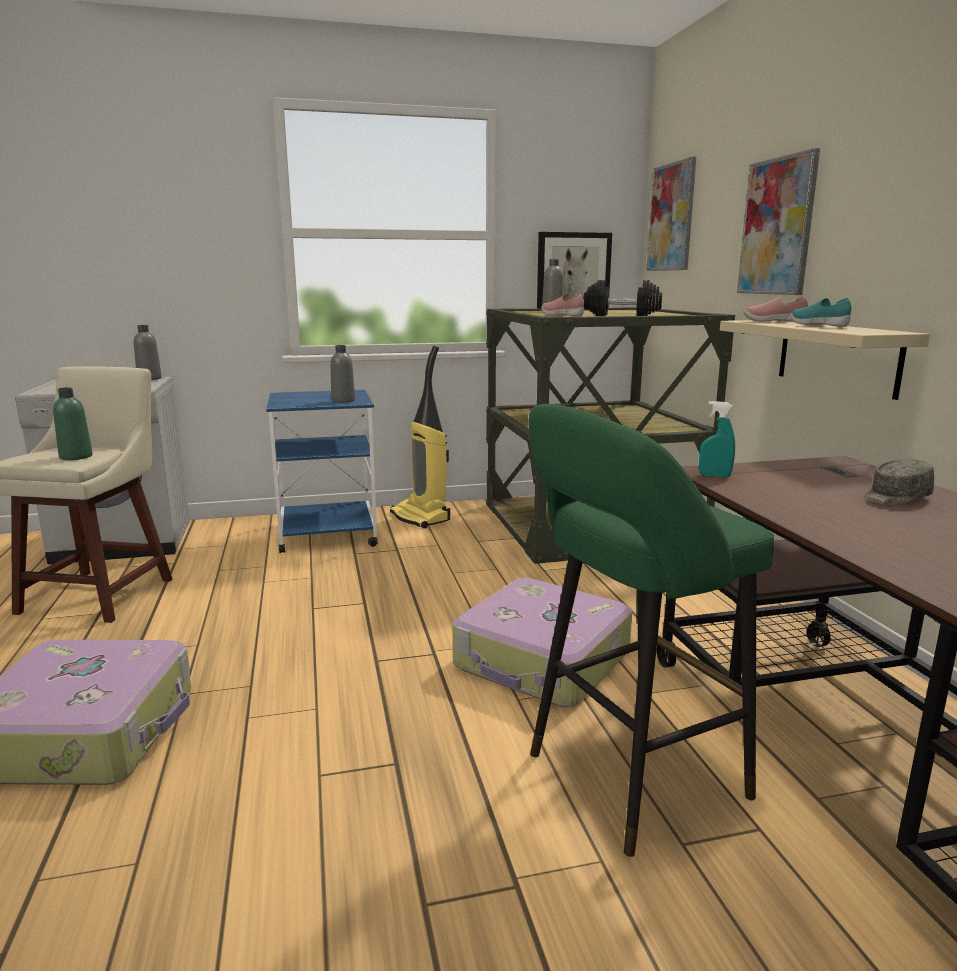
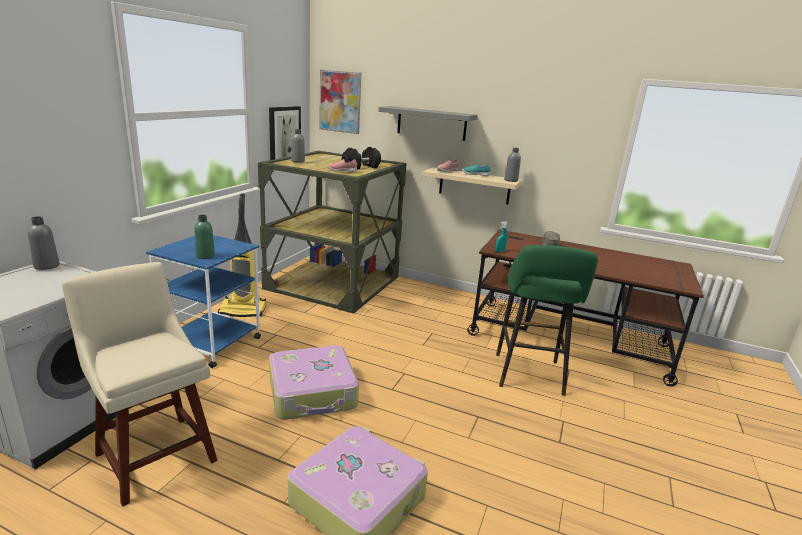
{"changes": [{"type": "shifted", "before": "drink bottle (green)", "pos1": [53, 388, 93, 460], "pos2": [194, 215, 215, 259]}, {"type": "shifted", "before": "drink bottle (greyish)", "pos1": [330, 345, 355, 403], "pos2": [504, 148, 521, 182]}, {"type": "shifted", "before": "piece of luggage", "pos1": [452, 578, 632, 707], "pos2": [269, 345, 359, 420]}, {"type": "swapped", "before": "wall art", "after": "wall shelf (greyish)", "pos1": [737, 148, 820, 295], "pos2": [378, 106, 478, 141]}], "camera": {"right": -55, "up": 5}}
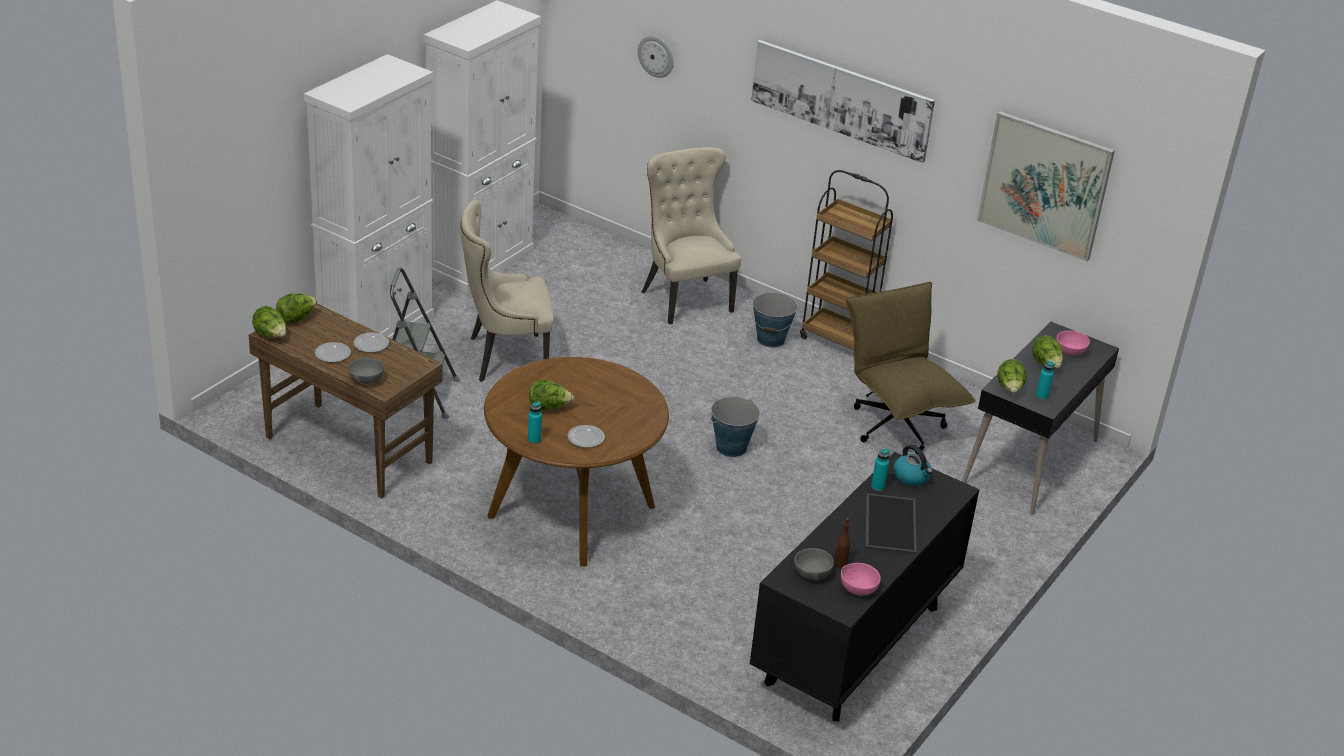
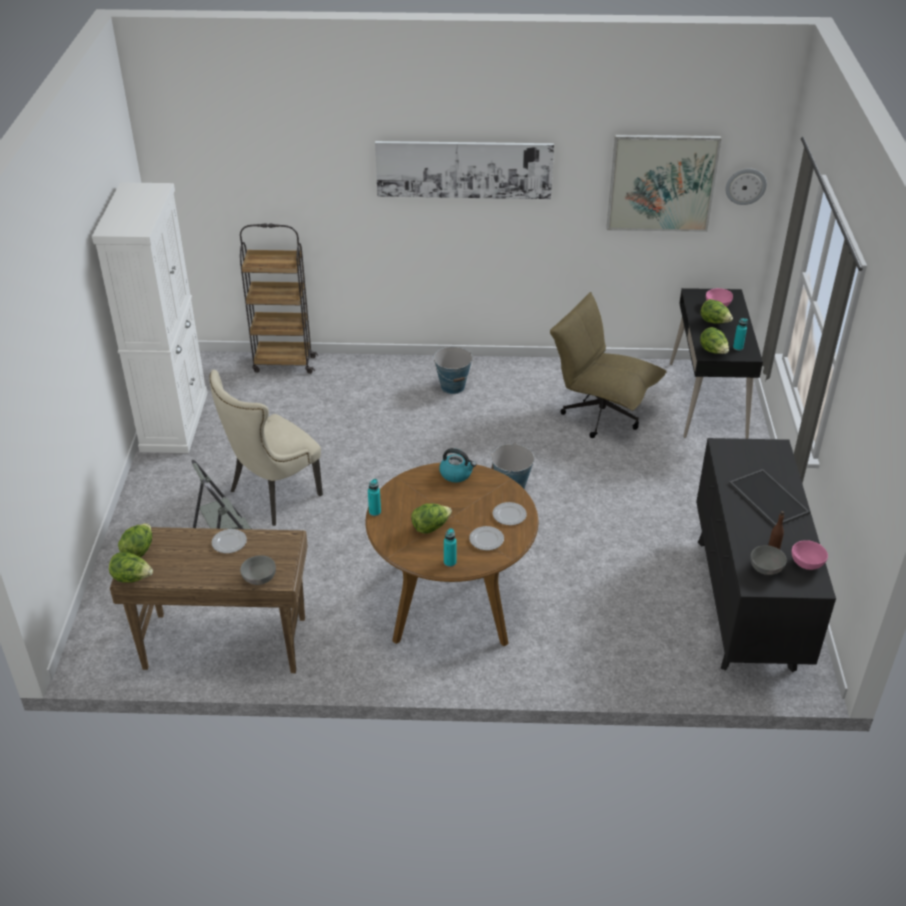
{"changes": [{"type": "gone", "before": "cabinet (white-coloured)", "pos1": [304, 54, 434, 339]}, {"type": "shifted", "before": "plate", "pos1": [315, 342, 351, 362], "pos2": [493, 502, 527, 525]}, {"type": "shifted", "before": "wall clock", "pos1": [638, 36, 674, 78], "pos2": [725, 169, 767, 205]}, {"type": "gone", "before": "plain chair (beige-coloured)", "pos1": [641, 147, 742, 324]}, {"type": "shifted", "before": "cart (brown)", "pos1": [800, 170, 893, 350], "pos2": [240, 223, 318, 374]}, {"type": "shifted", "before": "drink bottle (turquoise-coloured)", "pos1": [871, 449, 890, 491], "pos2": [368, 479, 381, 516]}, {"type": "shifted", "before": "kettle", "pos1": [893, 444, 933, 486], "pos2": [439, 448, 476, 482]}], "camera": {"right": -30, "up": 5}}
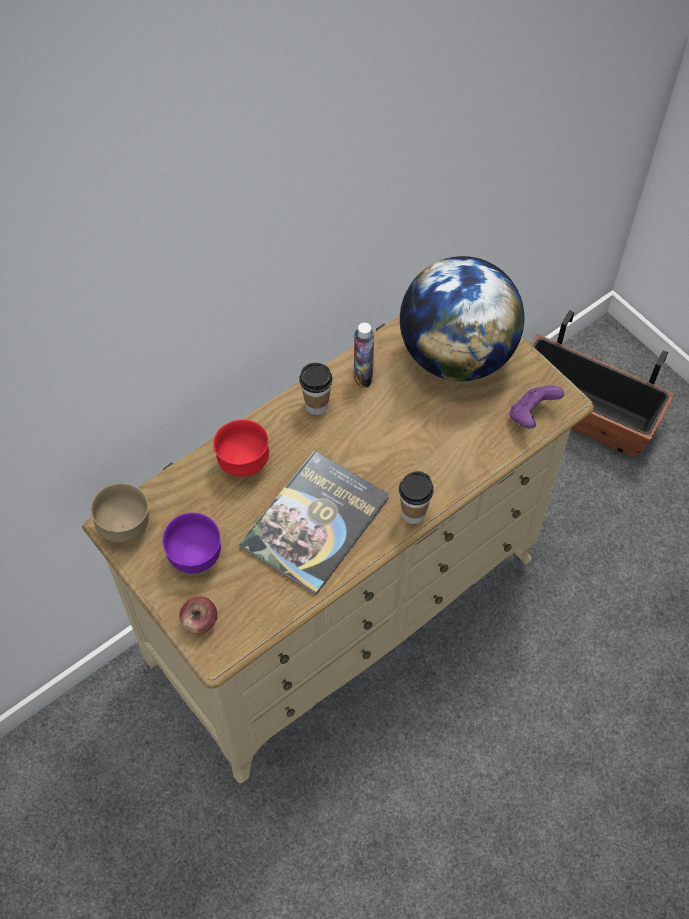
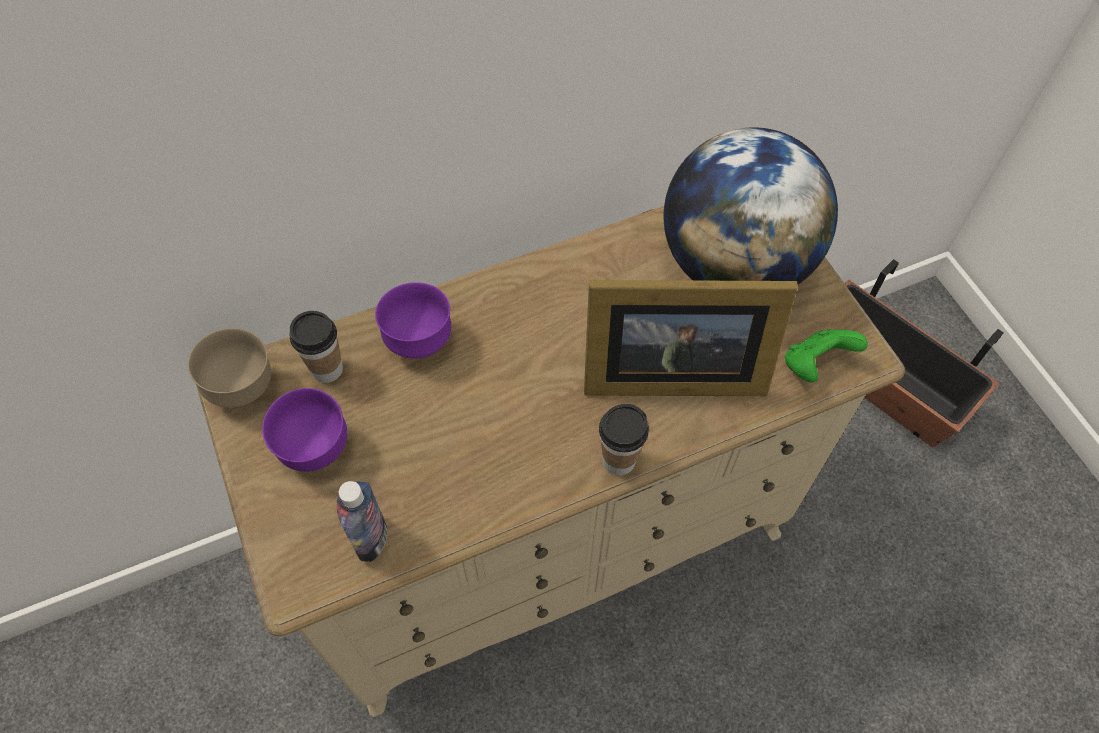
{"changes": [{"type": "gone", "before": "whole apple", "pos1": [179, 597, 218, 634]}, {"type": "repainted", "before": "bowl (red)", "after": "bowl (purplish)", "pos1": [213, 419, 269, 477], "pos2": [375, 282, 451, 359]}, {"type": "gone", "before": "volume", "pos1": [239, 450, 390, 595]}, {"type": "shifted", "before": "cup", "pos1": [300, 363, 332, 415], "pos2": [289, 311, 343, 383]}, {"type": "shifted", "before": "drink bottle", "pos1": [354, 323, 374, 388], "pos2": [337, 481, 388, 562]}, {"type": "repainted", "before": "game controller (purplish)", "after": "game controller (green)", "pos1": [509, 385, 564, 429], "pos2": [785, 329, 868, 383]}, {"type": "new", "after": "standing frame", "pos2": [584, 280, 798, 396]}], "camera": {"right": 15, "up": 0}}
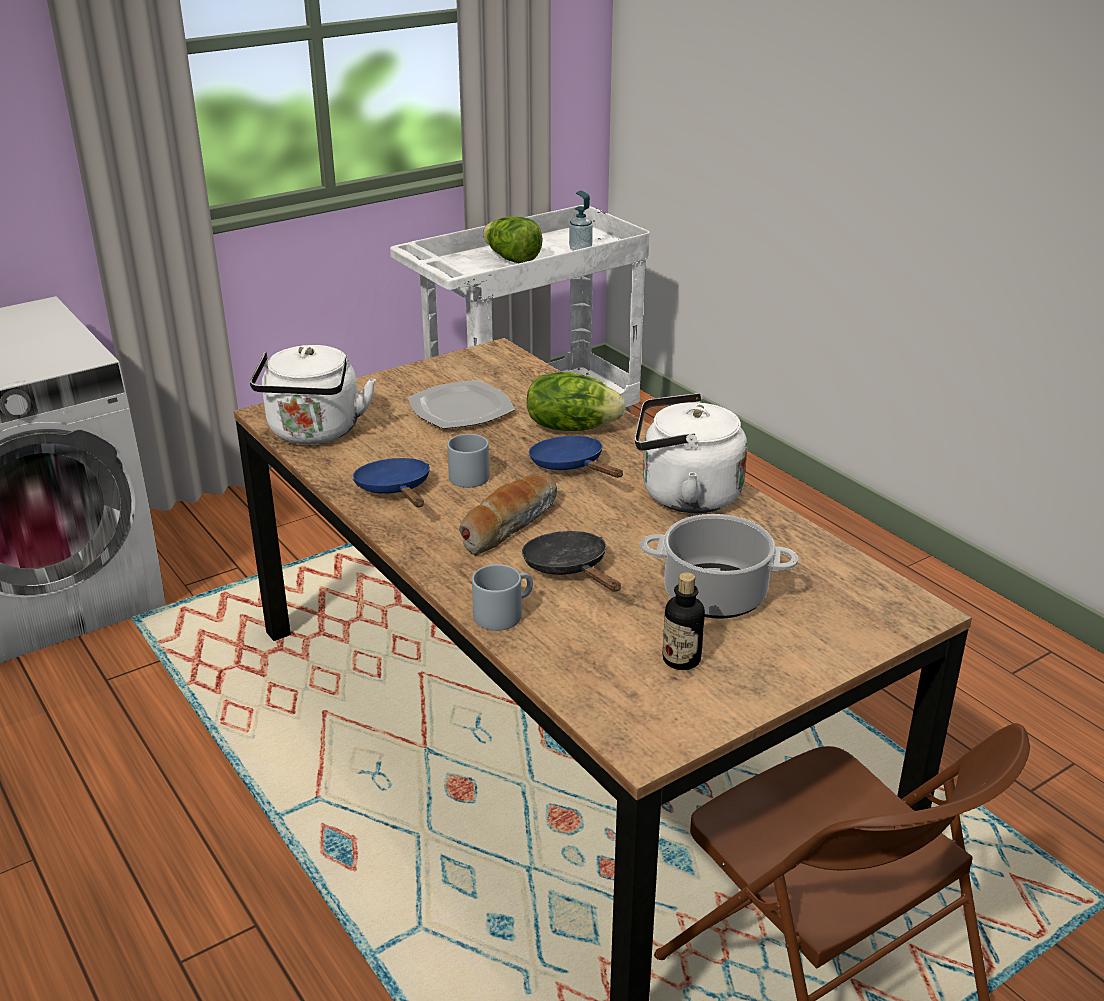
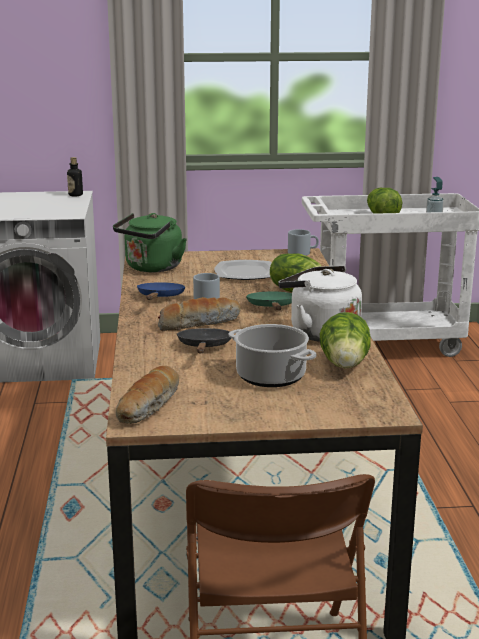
{"changes": [{"type": "repainted", "before": "kettle (white-coloured)", "after": "kettle (green)", "pos1": [250, 345, 376, 444], "pos2": [113, 213, 187, 272]}, {"type": "shifted", "before": "mug (greyish)", "pos1": [472, 564, 533, 631], "pos2": [288, 229, 319, 256]}, {"type": "repainted", "before": "frying pan (blue-coloured)", "after": "frying pan (green)", "pos1": [529, 436, 623, 478], "pos2": [246, 291, 292, 310]}, {"type": "shifted", "before": "drink bottle", "pos1": [663, 572, 705, 670], "pos2": [67, 157, 83, 196]}, {"type": "new", "after": "bakery bread", "pos2": [116, 366, 179, 424]}, {"type": "new", "after": "head of lettuce", "pos2": [320, 312, 371, 369]}], "camera": {"right": 30, "up": -10}}
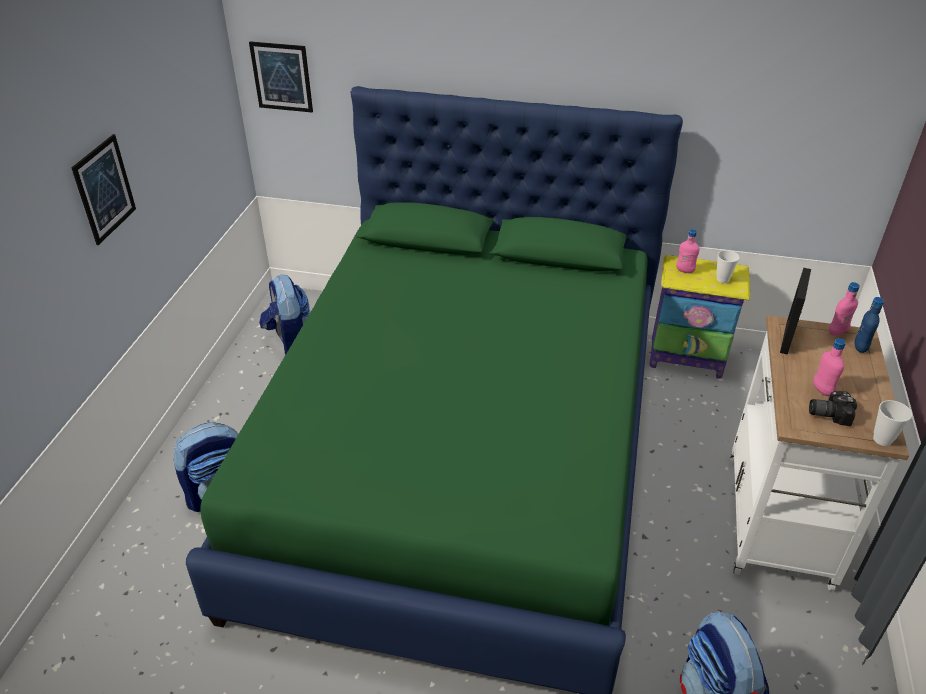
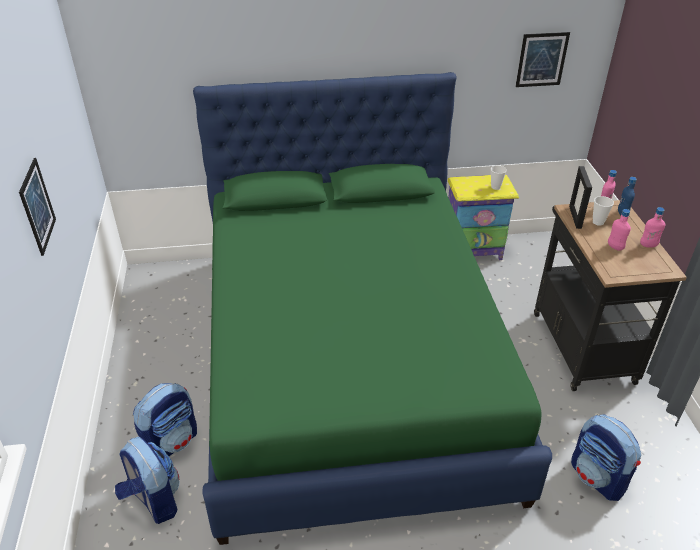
{"changes": [{"type": "shifted", "before": "wall art", "pos1": [249, 41, 313, 112], "pos2": [515, 32, 570, 87]}, {"type": "shifted", "before": "backpack", "pos1": [259, 275, 311, 355], "pos2": [115, 437, 180, 524]}, {"type": "shifted", "before": "drink bottle (pink)", "pos1": [676, 229, 700, 273], "pos2": [640, 207, 665, 248]}, {"type": "repainted", "before": "cart (white-coloured)", "after": "cart (black)", "pos1": [731, 316, 909, 591], "pos2": [534, 200, 687, 391]}, {"type": "gone", "before": "still camera", "pos1": [809, 391, 857, 426]}, {"type": "shifted", "before": "cup", "pos1": [873, 400, 912, 446], "pos2": [593, 196, 614, 226]}], "camera": {"right": -20, "up": 0}}
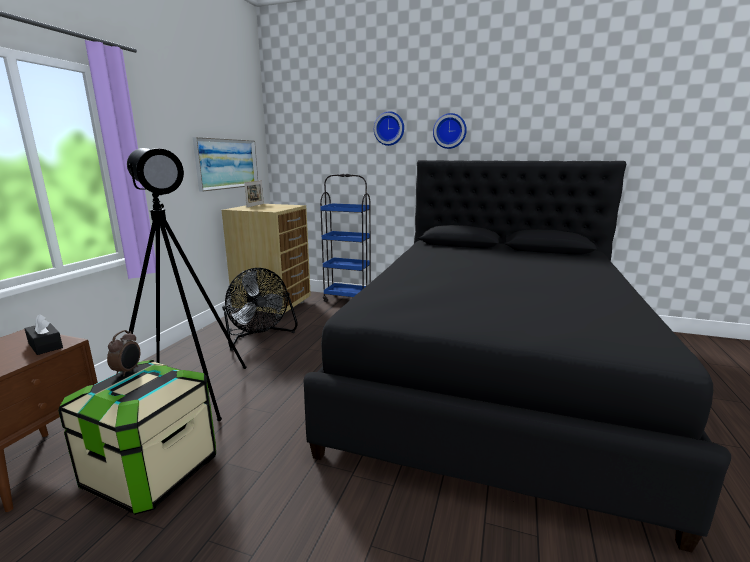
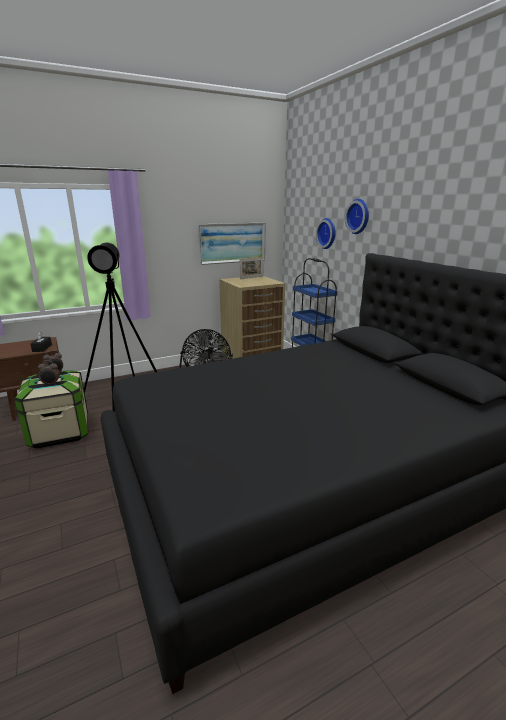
{"changes": [{"type": "shifted", "before": "wall clock", "pos1": [433, 113, 467, 149], "pos2": [316, 218, 336, 249]}, {"type": "new", "after": "table clock", "pos2": [38, 360, 60, 385]}], "camera": {"right": 45, "up": 5}}
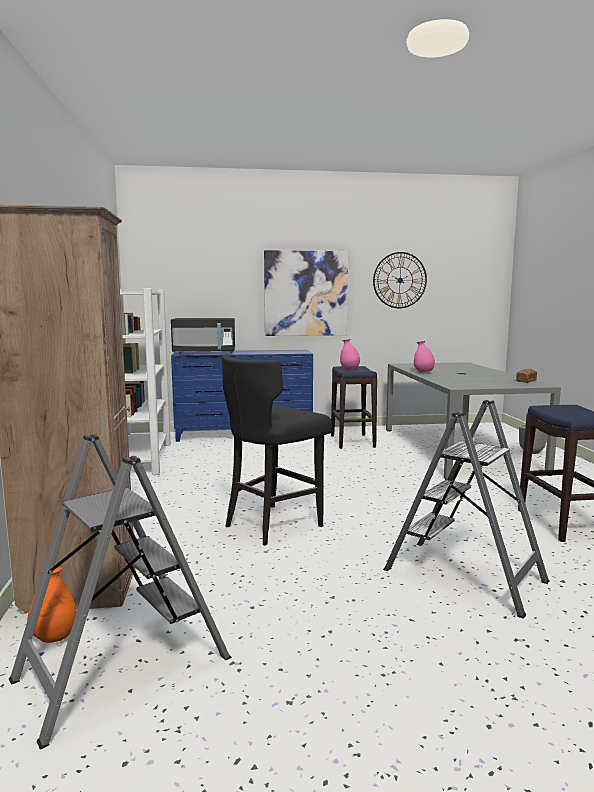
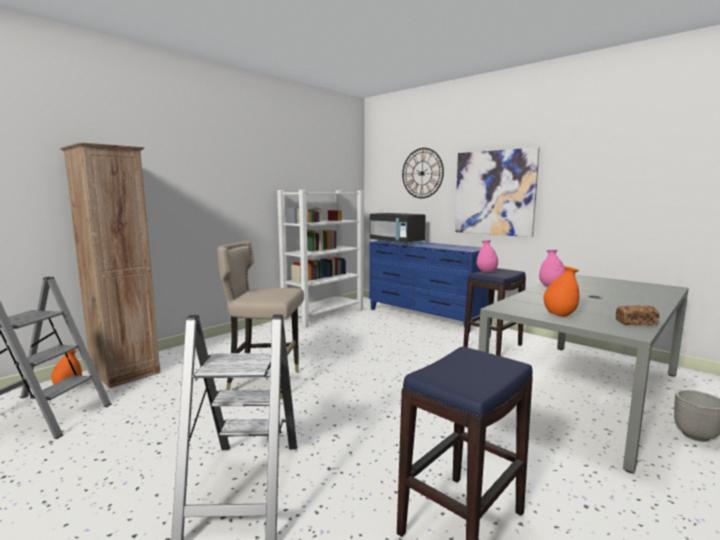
{"changes": [{"type": "repainted", "before": "sitting stool (black)", "after": "sitting stool (beige-coloured)", "pos1": [222, 354, 332, 545], "pos2": [217, 241, 304, 399]}, {"type": "shifted", "before": "wall clock", "pos1": [373, 252, 427, 308], "pos2": [402, 148, 444, 198]}, {"type": "new", "after": "vase (orangey)", "pos2": [544, 266, 579, 317]}], "camera": {"right": 50, "up": 0}}
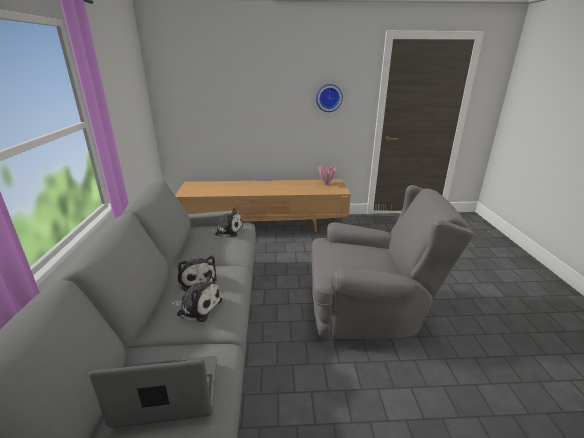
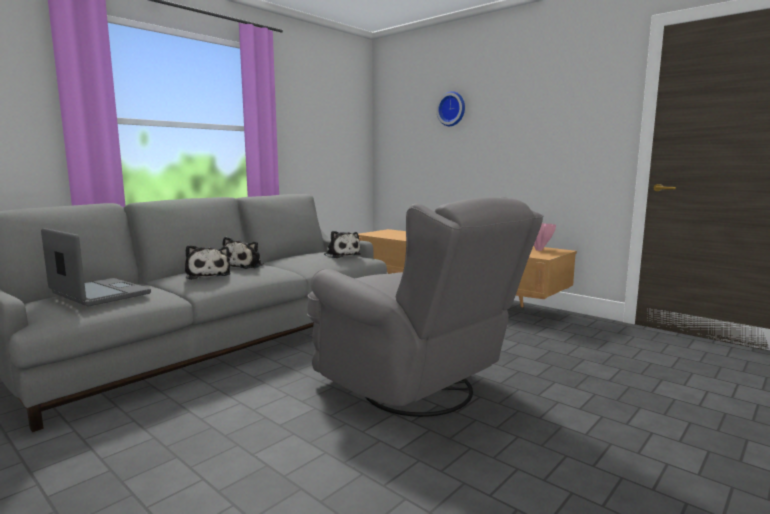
{"changes": [{"type": "shifted", "before": "wall clock", "pos1": [316, 84, 343, 112], "pos2": [436, 91, 465, 126]}], "camera": {"right": 45, "up": -15}}
